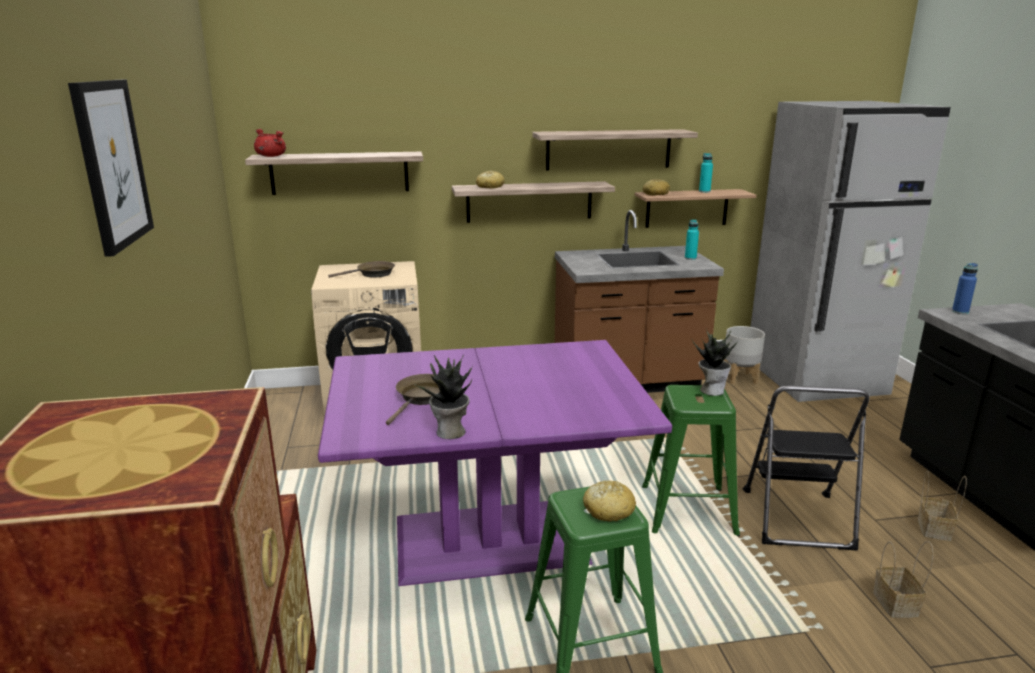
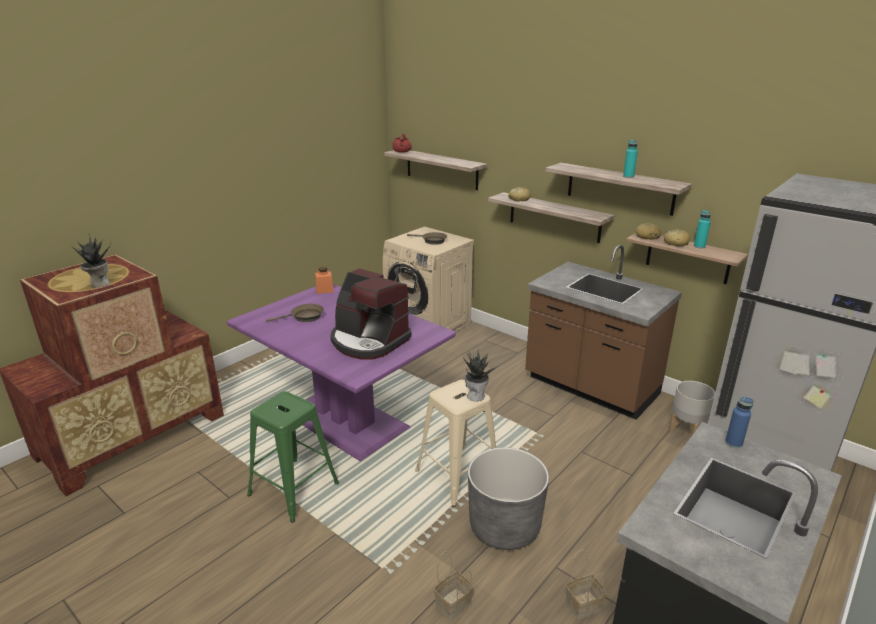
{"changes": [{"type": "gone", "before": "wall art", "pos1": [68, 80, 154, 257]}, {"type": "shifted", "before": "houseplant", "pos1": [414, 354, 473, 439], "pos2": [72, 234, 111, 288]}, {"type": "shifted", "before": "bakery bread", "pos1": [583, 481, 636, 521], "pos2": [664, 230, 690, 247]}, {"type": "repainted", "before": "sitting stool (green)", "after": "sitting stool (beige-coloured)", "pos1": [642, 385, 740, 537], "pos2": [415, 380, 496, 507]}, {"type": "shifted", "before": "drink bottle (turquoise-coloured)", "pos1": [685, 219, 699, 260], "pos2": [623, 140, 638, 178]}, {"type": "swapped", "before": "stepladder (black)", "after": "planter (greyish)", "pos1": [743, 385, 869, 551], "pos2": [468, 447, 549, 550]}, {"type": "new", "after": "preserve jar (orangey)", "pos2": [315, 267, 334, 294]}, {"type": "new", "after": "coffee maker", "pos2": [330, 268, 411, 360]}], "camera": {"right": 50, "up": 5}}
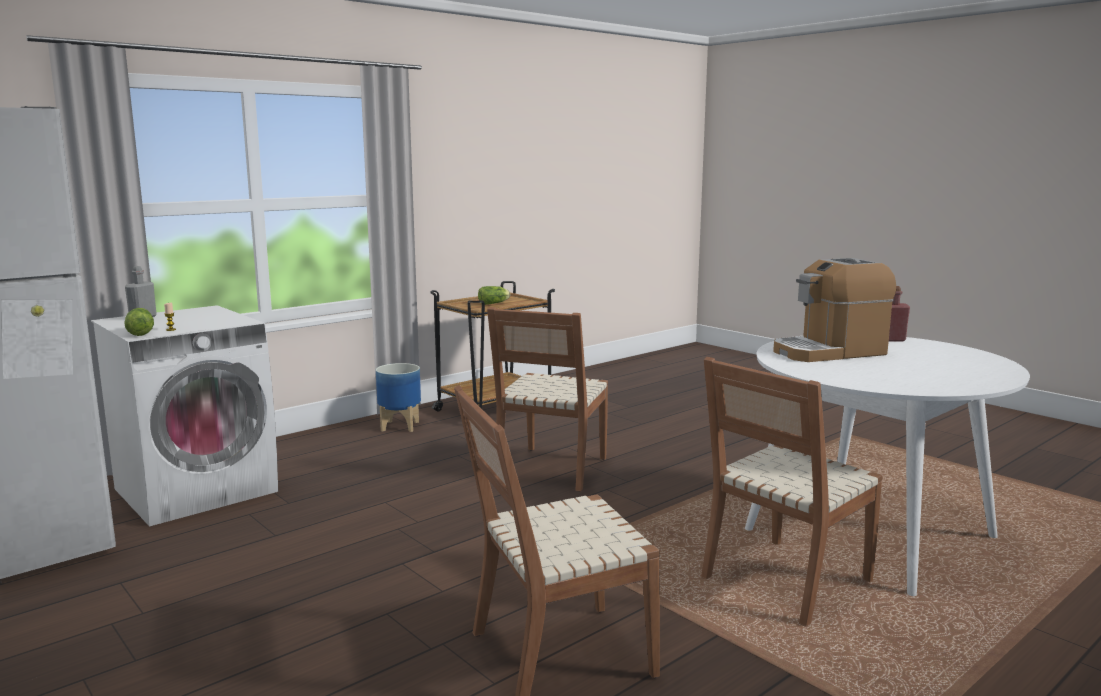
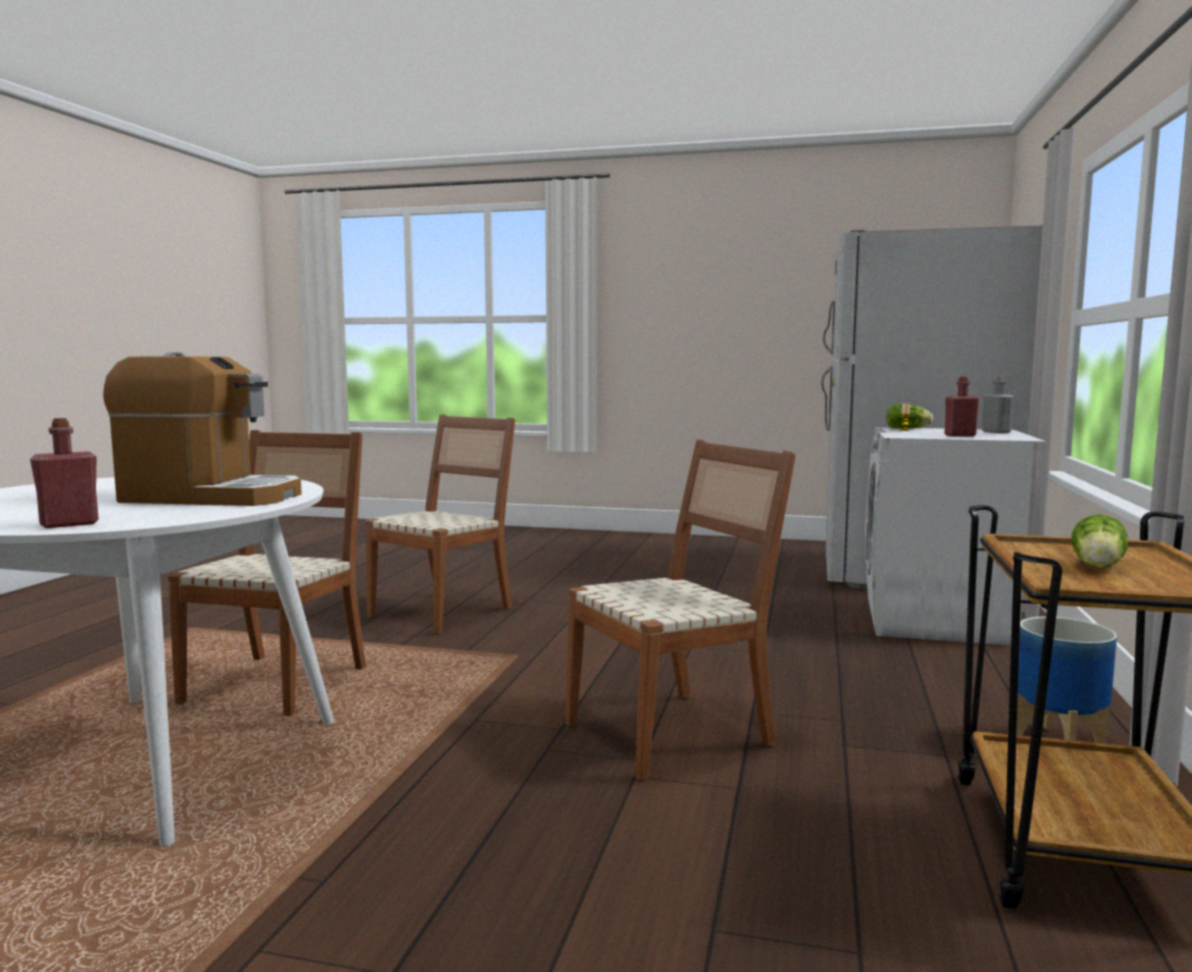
{"changes": [{"type": "rotated", "before": "plain chair", "pos1": [487, 307, 608, 492], "pos2": [566, 439, 796, 781], "turn": 75}, {"type": "rotated", "before": "coffee maker", "pos1": [773, 258, 896, 362], "pos2": [103, 352, 302, 506], "turn": 60}, {"type": "new", "after": "drink bottle (red)", "pos2": [945, 376, 979, 437]}], "camera": {"right": 145, "up": -5}}
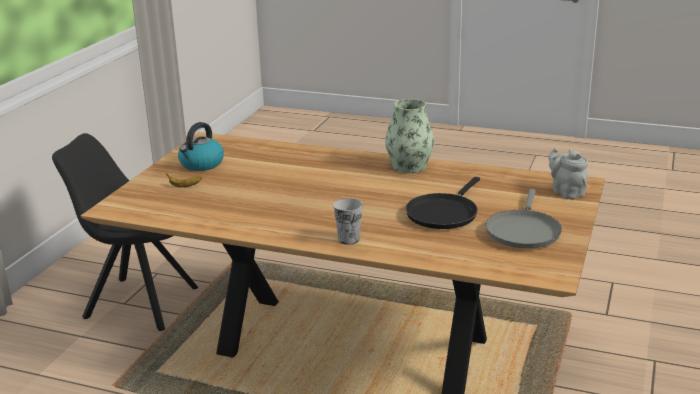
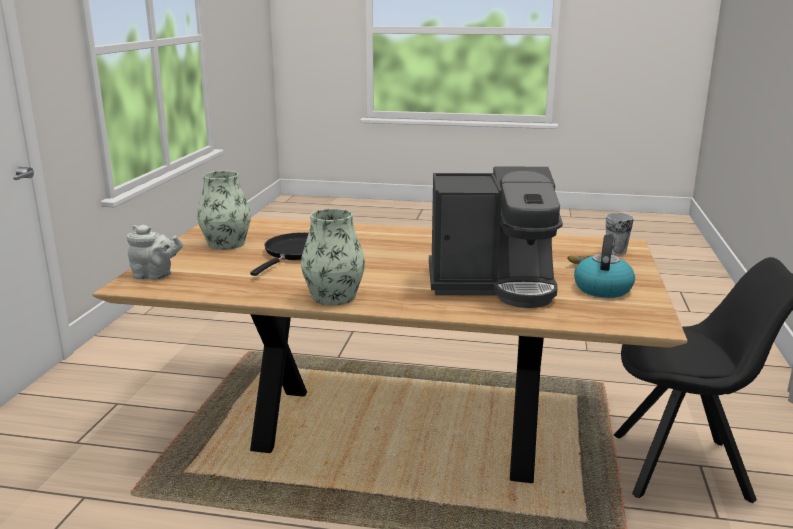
{"changes": [{"type": "shifted", "before": "cup", "pos1": [333, 198, 363, 245], "pos2": [606, 213, 634, 255]}, {"type": "swapped", "before": "frying pan (greyish)", "after": "vase", "pos1": [485, 189, 562, 249], "pos2": [197, 171, 251, 250]}, {"type": "rotated", "before": "pot for tea (greyish)", "pos1": [549, 148, 588, 199], "pos2": [127, 225, 183, 280], "turn": -45}, {"type": "new", "after": "coffee maker", "pos2": [429, 167, 563, 308]}], "camera": {"right": 170, "up": -5}}
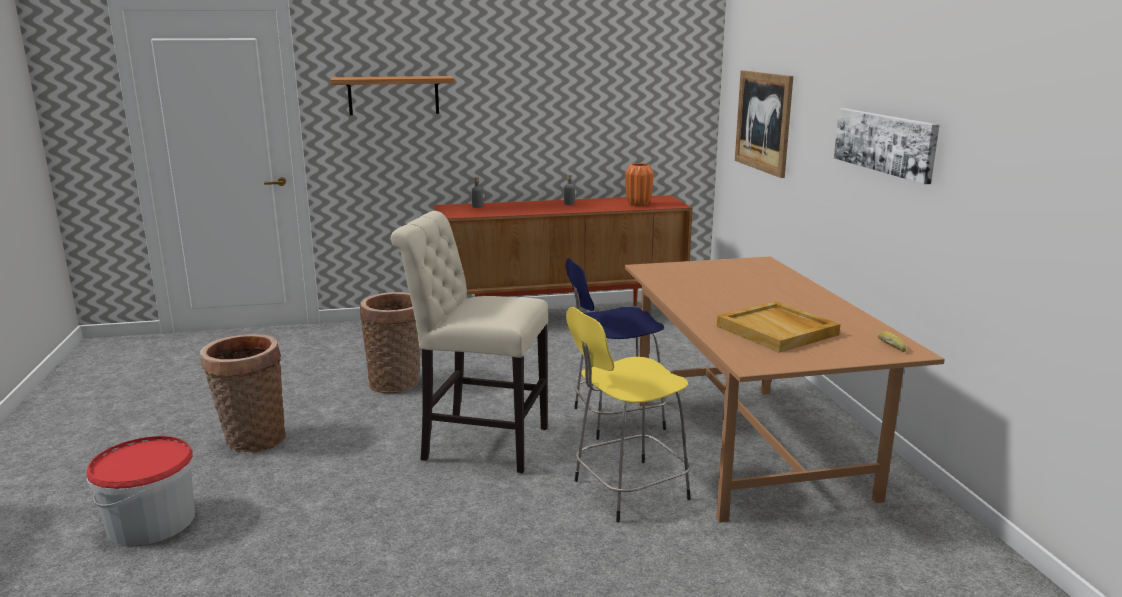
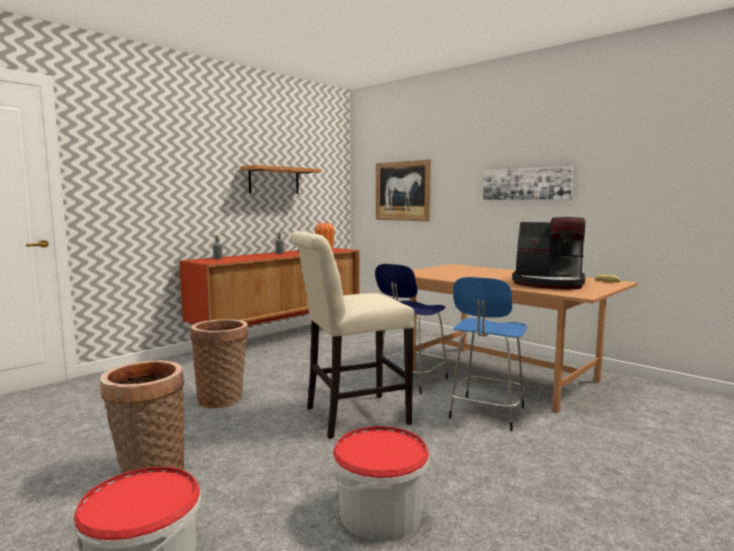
{"changes": [{"type": "shifted", "before": "wall shelf", "pos1": [330, 76, 455, 115], "pos2": [240, 165, 322, 194]}, {"type": "repainted", "before": "sitting stool (yellowish)", "after": "sitting stool (blue-coloured)", "pos1": [566, 307, 691, 522], "pos2": [449, 277, 527, 431]}, {"type": "swapped", "before": "serving tray (beige-coloured)", "after": "coffee maker", "pos1": [717, 301, 840, 353], "pos2": [512, 217, 585, 290]}, {"type": "new", "after": "pail", "pos2": [333, 426, 429, 541]}], "camera": {"right": -35, "up": -10}}
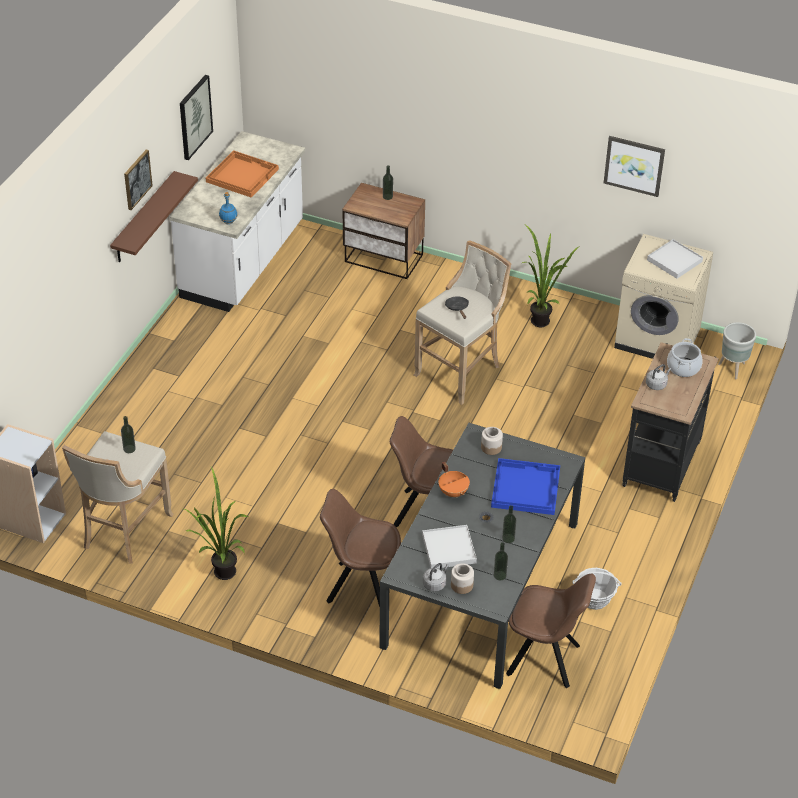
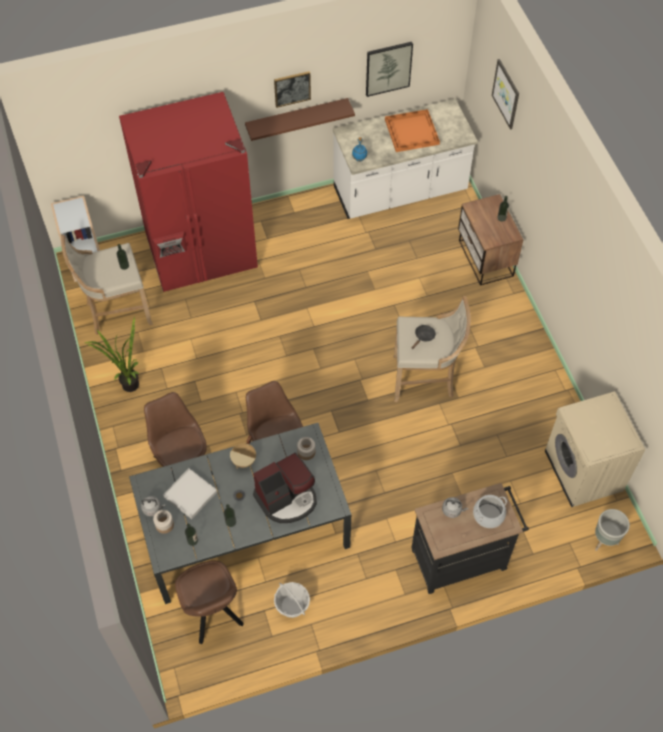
{"changes": [{"type": "repainted", "before": "stockpot (orangey)", "after": "stockpot (beige-coloured)", "pos1": [439, 462, 470, 497], "pos2": [230, 436, 256, 469]}, {"type": "swapped", "before": "serving tray (blue-coloured)", "after": "coffee maker", "pos1": [491, 458, 560, 515], "pos2": [253, 453, 317, 523]}, {"type": "gone", "before": "houseplant", "pos1": [522, 225, 580, 327]}, {"type": "shifted", "before": "wall art", "pos1": [604, 136, 665, 197], "pos2": [492, 59, 519, 130]}, {"type": "gone", "before": "serving tray (white-coloured)", "pos1": [647, 239, 703, 279]}, {"type": "new", "after": "refrigerator (red)", "pos2": [119, 92, 258, 292]}], "camera": {"right": 50, "up": 15}}
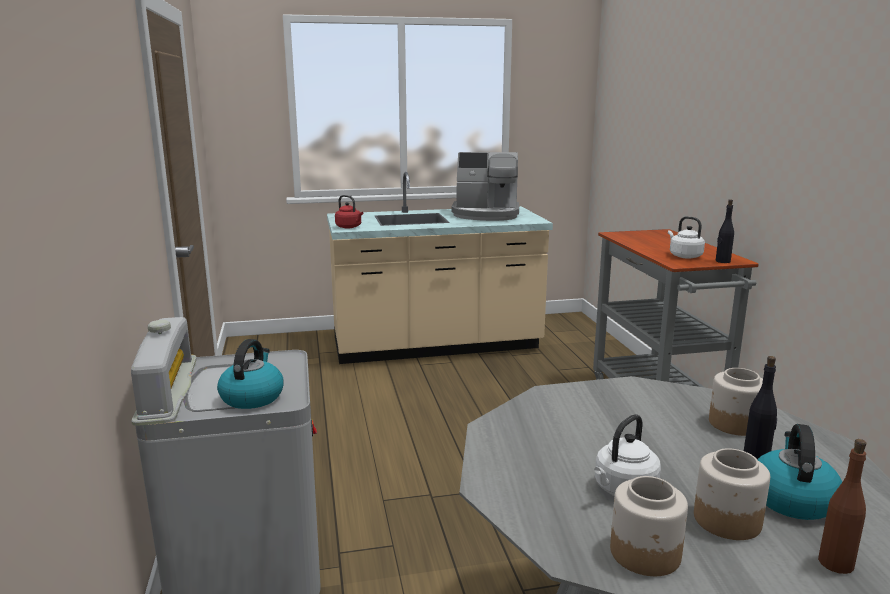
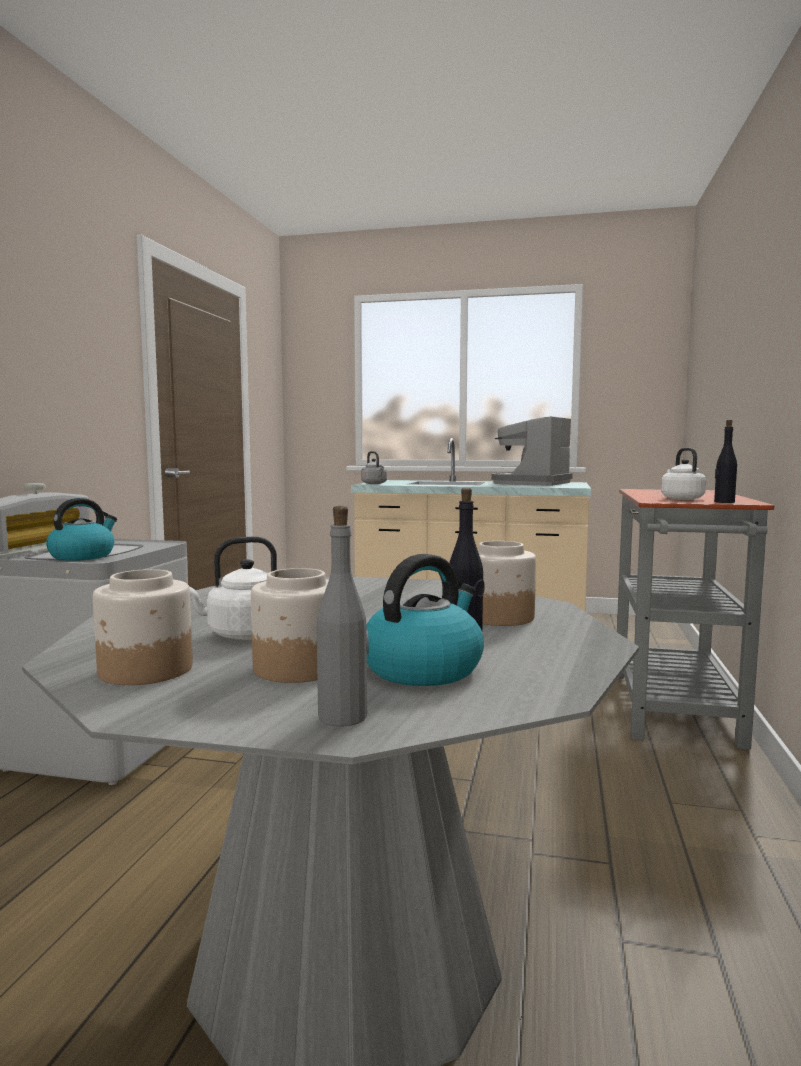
{"changes": [{"type": "repainted", "before": "kettle (red)", "after": "kettle (greyish)", "pos1": [335, 195, 363, 228], "pos2": [361, 451, 387, 484]}, {"type": "rotated", "before": "coffee maker", "pos1": [452, 152, 519, 221], "pos2": [491, 416, 573, 486], "turn": 90}, {"type": "repainted", "before": "drink bottle (brown)", "after": "drink bottle (greyish)", "pos1": [818, 439, 866, 574], "pos2": [317, 506, 369, 727]}], "camera": {"right": 25, "up": -10}}
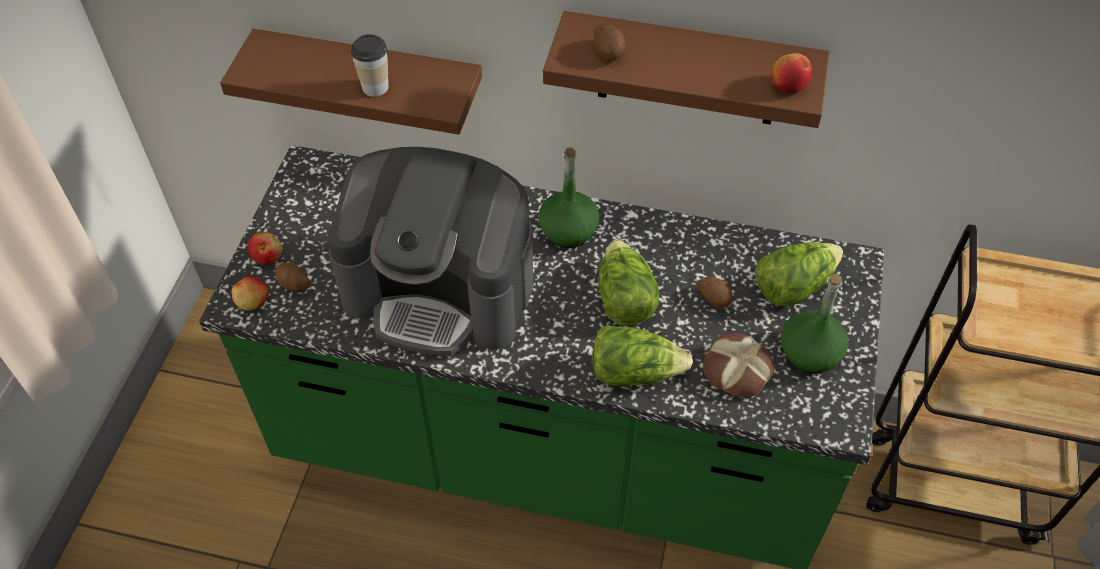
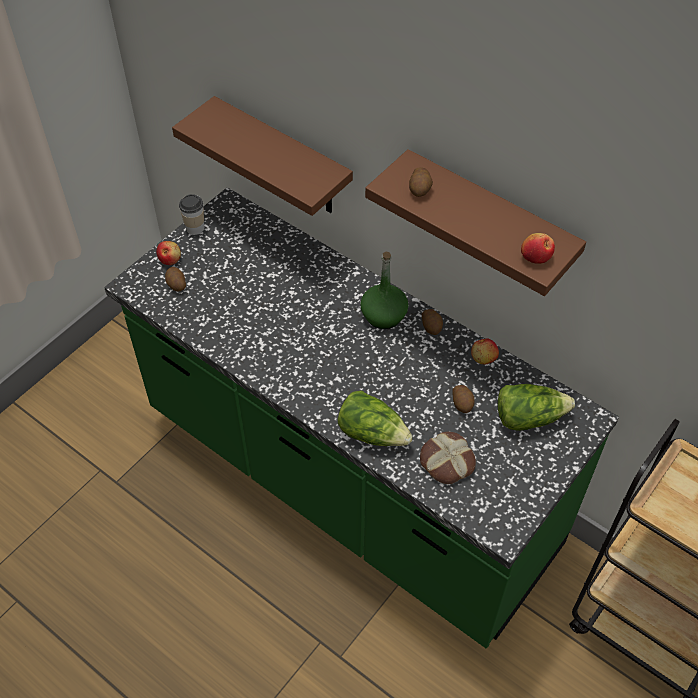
{"changes": [{"type": "shifted", "before": "whole apple", "pos1": [232, 276, 269, 311], "pos2": [471, 338, 499, 364]}, {"type": "gone", "before": "coffee maker", "pos1": [327, 147, 533, 356]}, {"type": "shifted", "before": "cup", "pos1": [351, 34, 389, 97], "pos2": [179, 194, 204, 235]}, {"type": "gone", "before": "head of lettuce", "pos1": [598, 239, 659, 325]}, {"type": "gone", "before": "drink bottle (green)", "pos1": [781, 274, 848, 374]}, {"type": "new", "after": "spud", "pos2": [422, 309, 443, 335]}], "camera": {"right": 25, "up": 0}}
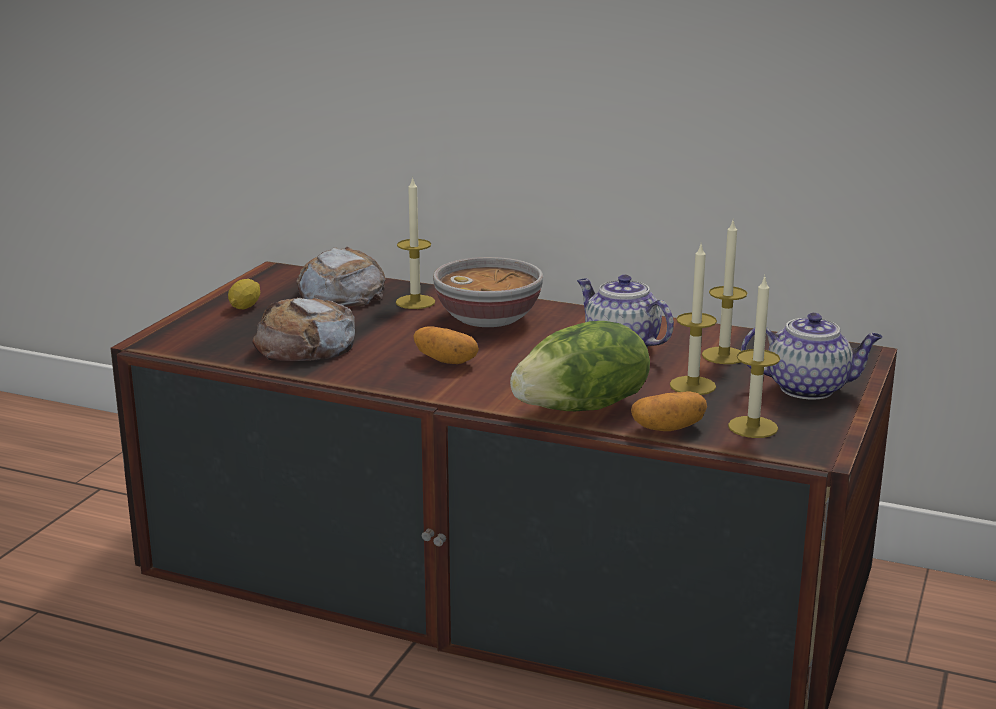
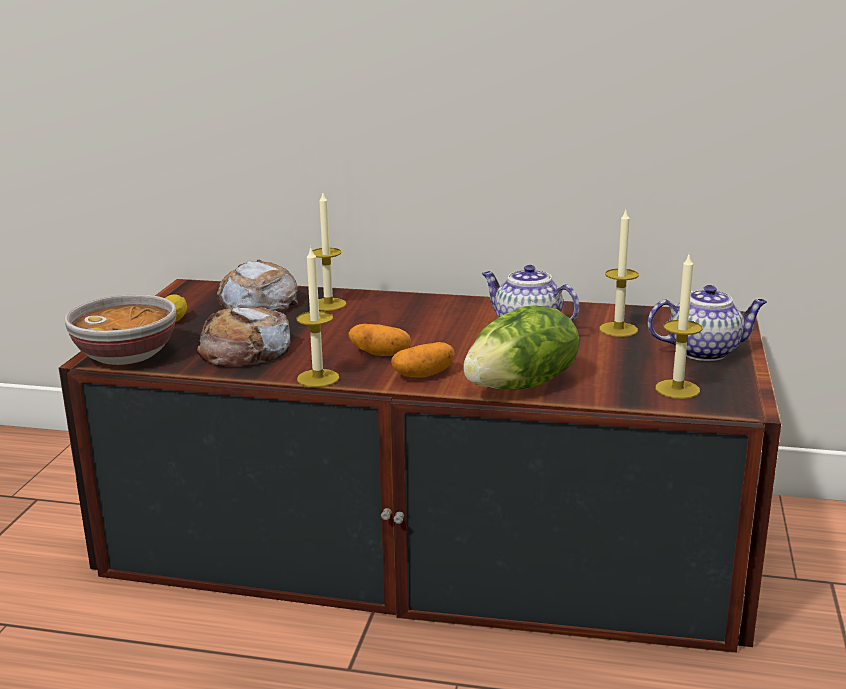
{"changes": [{"type": "shifted", "before": "bowl", "pos1": [433, 257, 543, 327], "pos2": [65, 294, 176, 365]}, {"type": "shifted", "before": "spud", "pos1": [631, 391, 707, 431], "pos2": [391, 342, 455, 378]}, {"type": "shifted", "before": "wax light", "pos1": [670, 245, 717, 395], "pos2": [296, 246, 339, 387]}], "camera": {"right": -10, "up": 0}}
